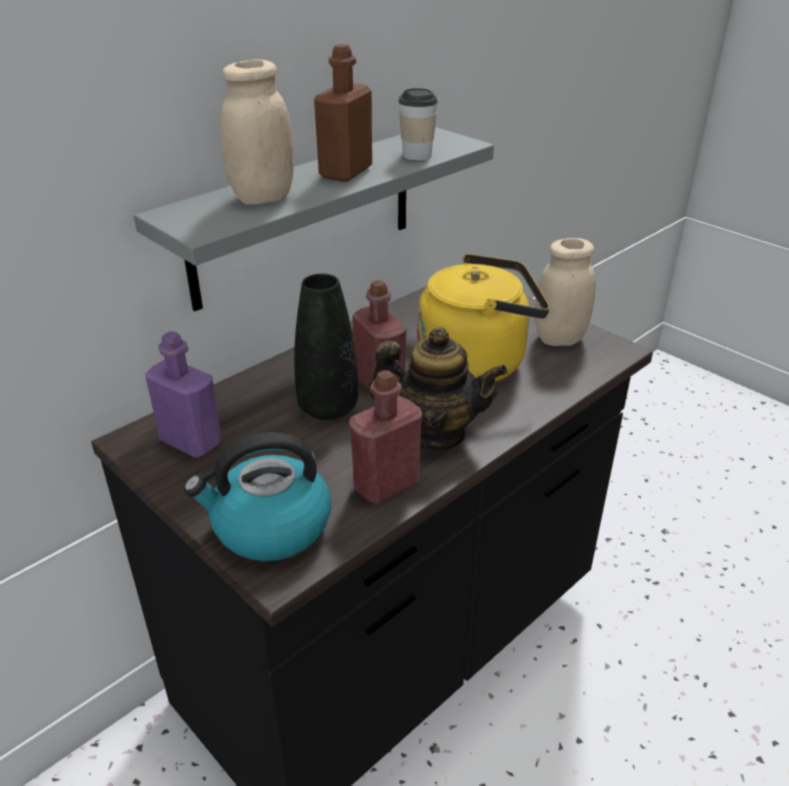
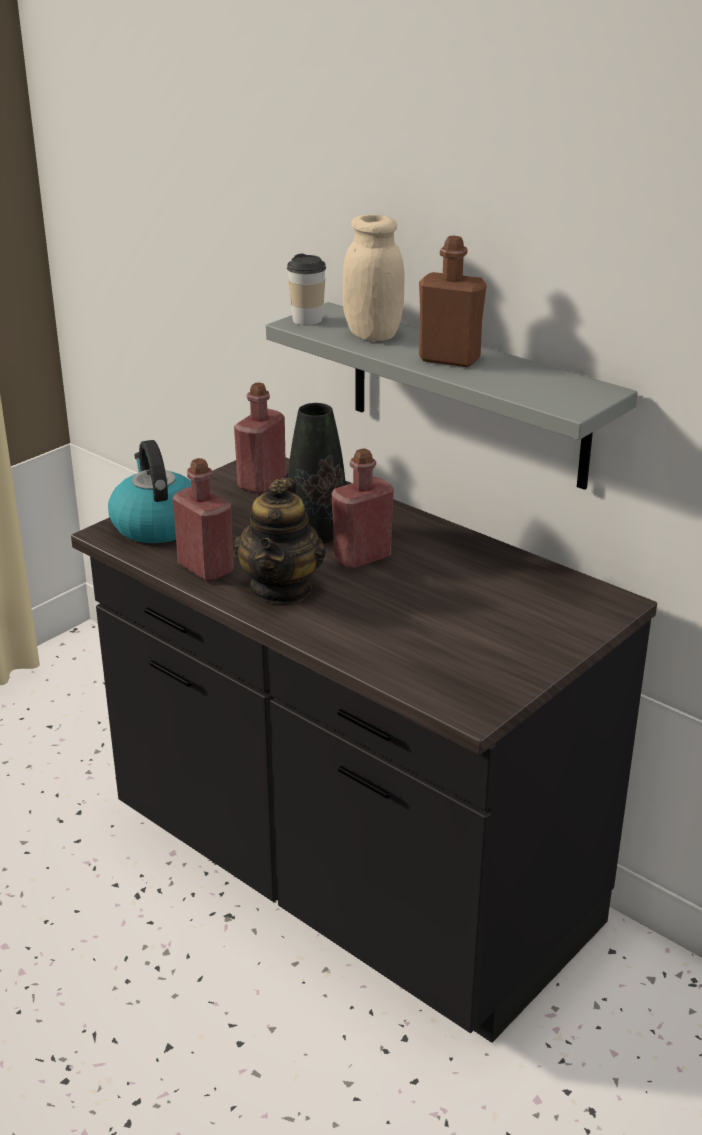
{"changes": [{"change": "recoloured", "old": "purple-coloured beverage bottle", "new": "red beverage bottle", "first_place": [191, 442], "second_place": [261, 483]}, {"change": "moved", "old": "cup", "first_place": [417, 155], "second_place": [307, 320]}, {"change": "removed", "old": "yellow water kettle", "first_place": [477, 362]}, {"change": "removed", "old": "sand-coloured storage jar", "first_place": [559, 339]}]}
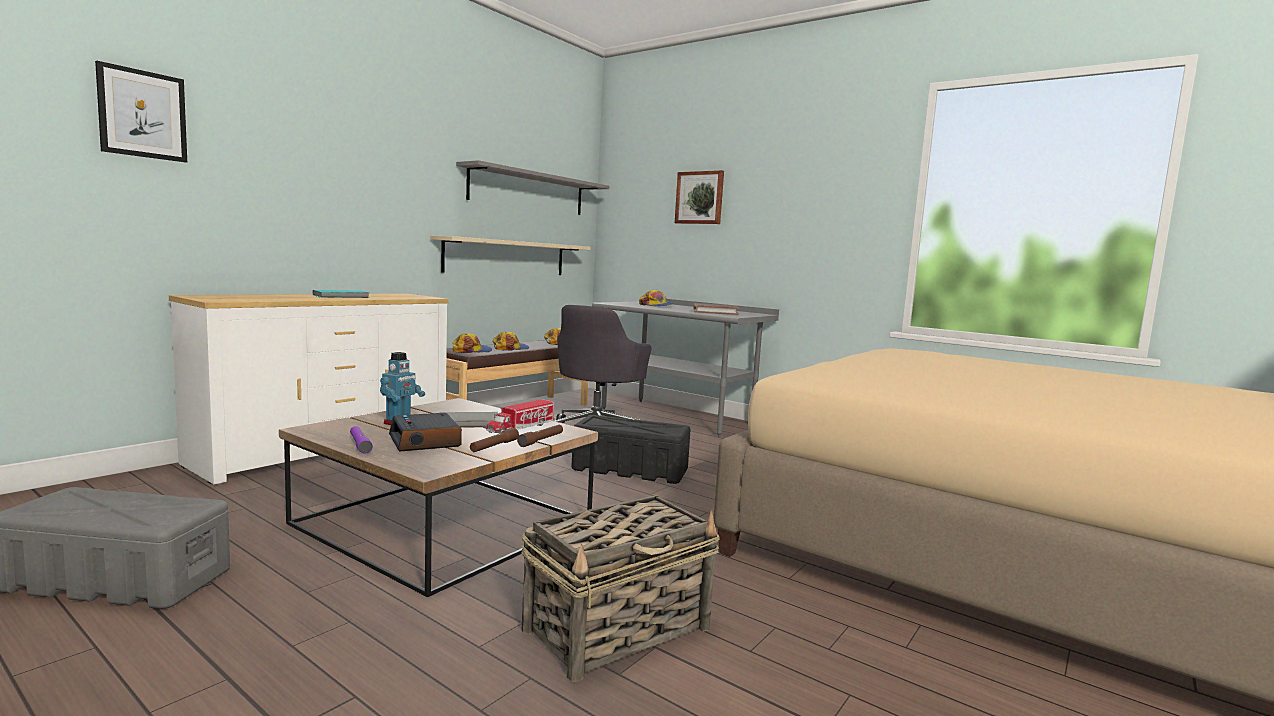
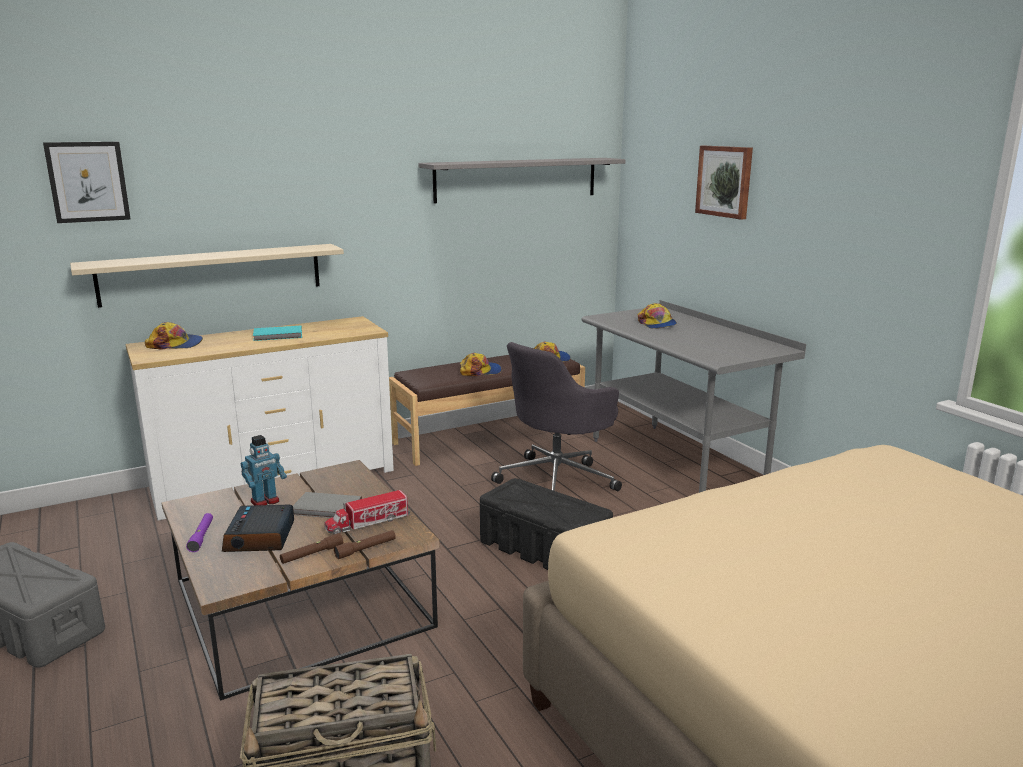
{"changes": [{"change": "moved", "old": "sand-coloured shelf", "first_place": [506, 257], "second_place": [212, 274]}, {"change": "moved", "old": "cap", "first_place": [471, 351], "second_place": [175, 344]}, {"change": "removed", "old": "brown bound book", "first_place": [715, 312]}]}
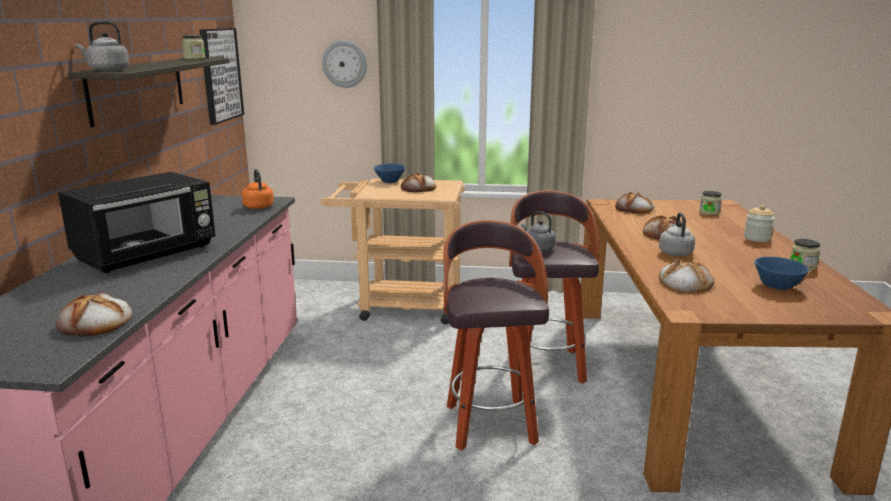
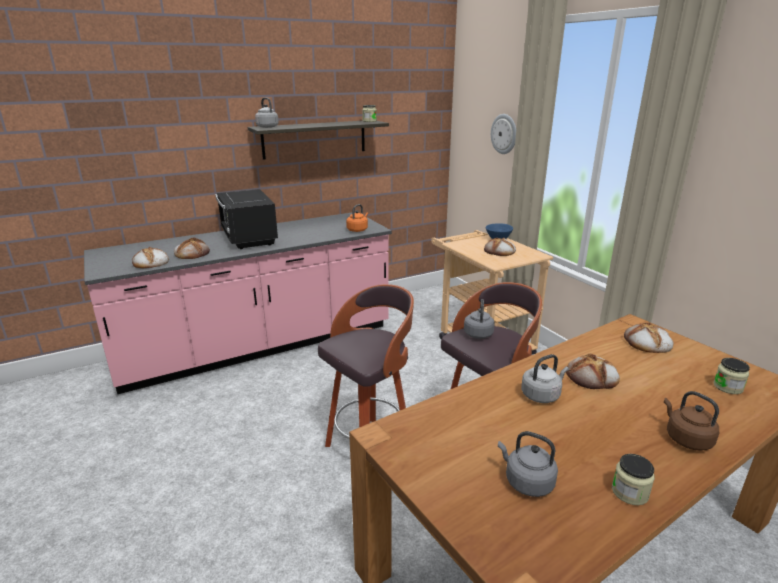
{"changes": [{"change": "turned", "old": "black microwave", "first_place": [148, 254], "second_place": [248, 238], "degrees": 60}, {"change": "removed", "old": "wall art", "first_place": [220, 75]}, {"change": "moved", "old": "bread", "first_place": [685, 283], "second_place": [192, 253]}, {"change": "replaced", "old": "storage jar", "new": "brown water kettle", "first_place": [757, 238], "second_place": [686, 439]}, {"change": "replaced", "old": "blue-coloured bowl", "new": "gray water kettle", "first_place": [778, 286], "second_place": [526, 482]}]}
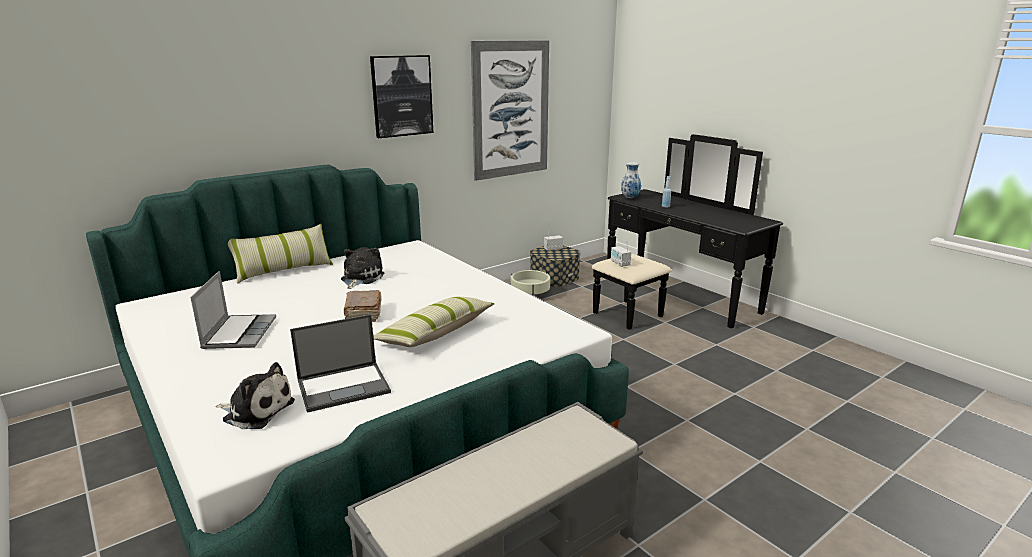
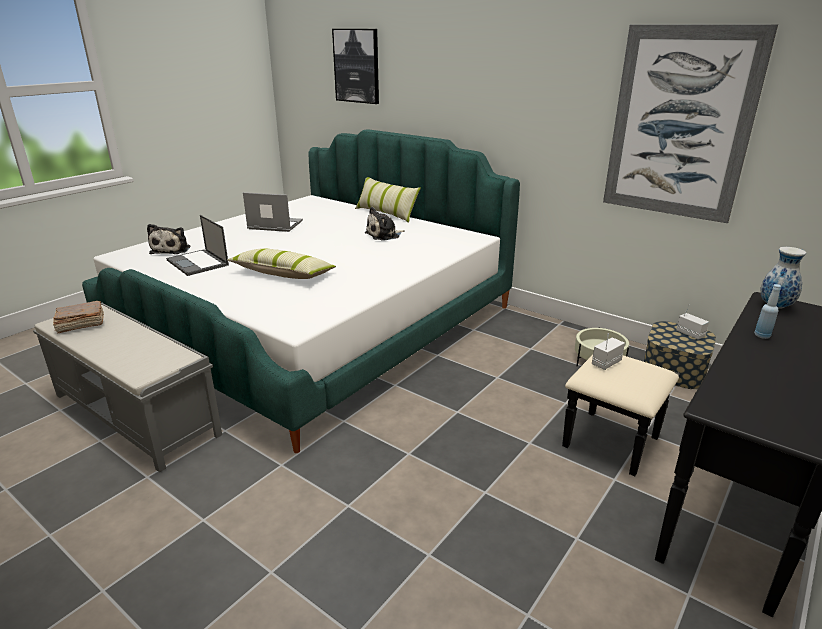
{"changes": [{"change": "turned", "old": "notebook computer", "first_place": [239, 333], "second_place": [274, 225], "degrees": -150}, {"change": "turned", "old": "soft toy", "first_place": [360, 278], "second_place": [384, 235], "degrees": 150}, {"change": "moved", "old": "brown bound book", "first_place": [363, 314], "second_place": [80, 324]}, {"change": "moved", "old": "wall art", "first_place": [401, 96], "second_place": [357, 66]}]}
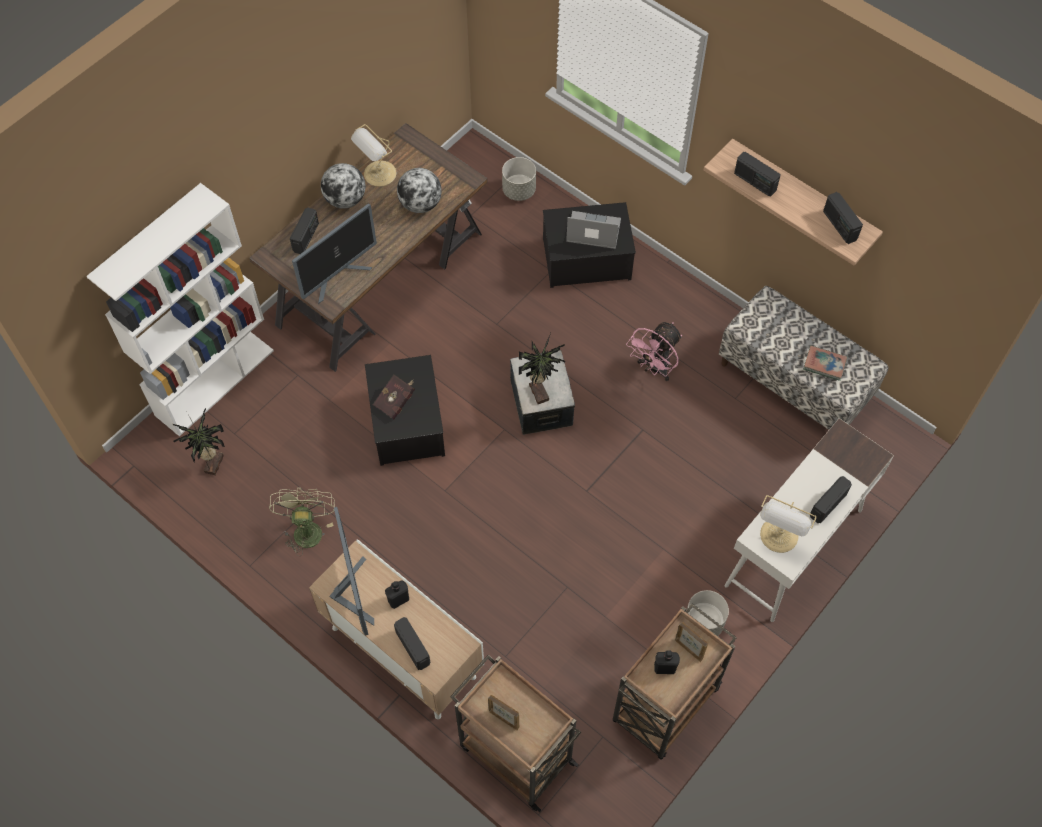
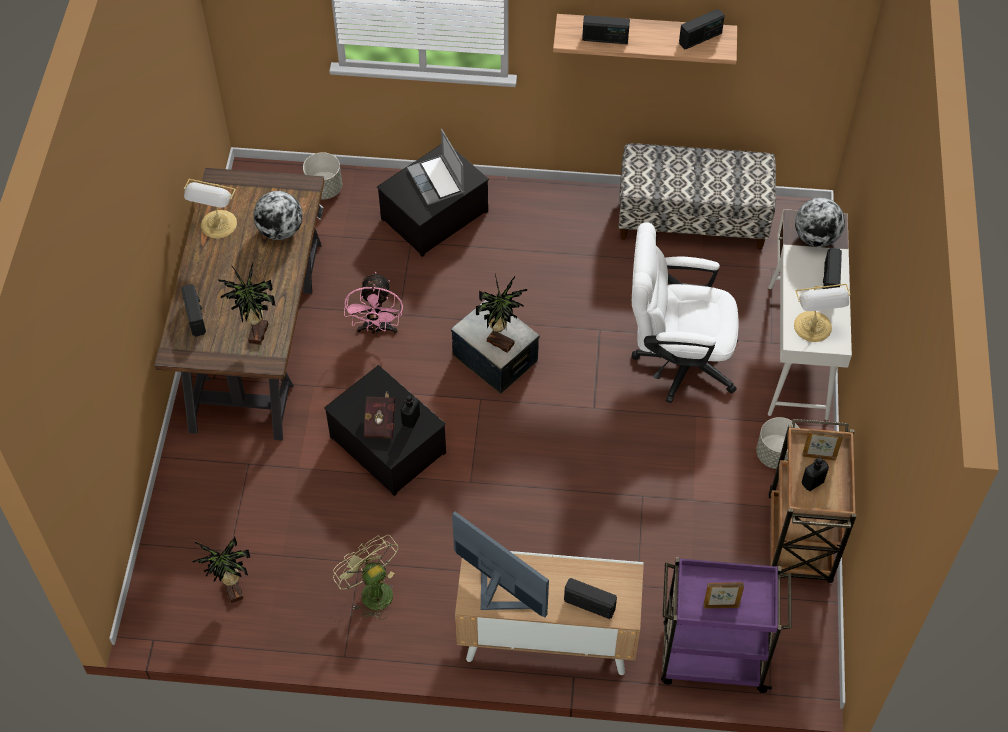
{"changes": [{"change": "removed", "old": "white bookshelf", "first_place": [214, 381]}, {"change": "replaced", "old": "monitor", "new": "plant in a pot", "first_place": [338, 276], "second_place": [256, 333]}, {"change": "moved", "old": "world globe", "first_place": [345, 199], "second_place": [815, 237]}, {"change": "moved", "old": "black beverage bottle", "first_place": [398, 600], "second_place": [411, 419]}, {"change": "recoloured", "old": "brown cart", "new": "purple-coloured cart", "first_place": [515, 753], "second_place": [711, 658]}, {"change": "turned", "old": "notebook computer", "first_place": [592, 232], "second_place": [437, 181], "degrees": -90}, {"change": "moved", "old": "pinkish cooling fan", "first_place": [654, 369], "second_place": [377, 328]}, {"change": "removed", "old": "bound book", "first_place": [824, 364]}, {"change": "turned", "old": "radio set", "first_place": [839, 225], "second_place": [700, 38], "degrees": -60}, {"change": "added", "new": "white office chair", "second_place": [676, 360]}]}
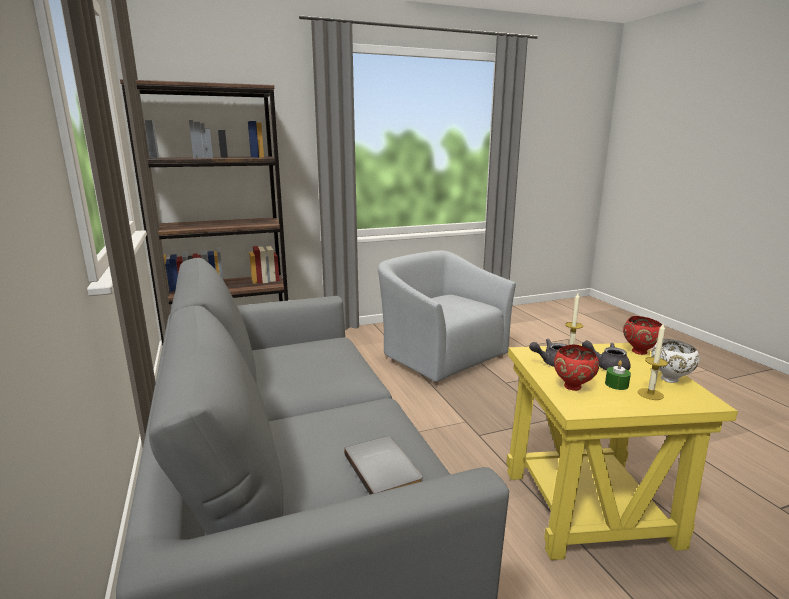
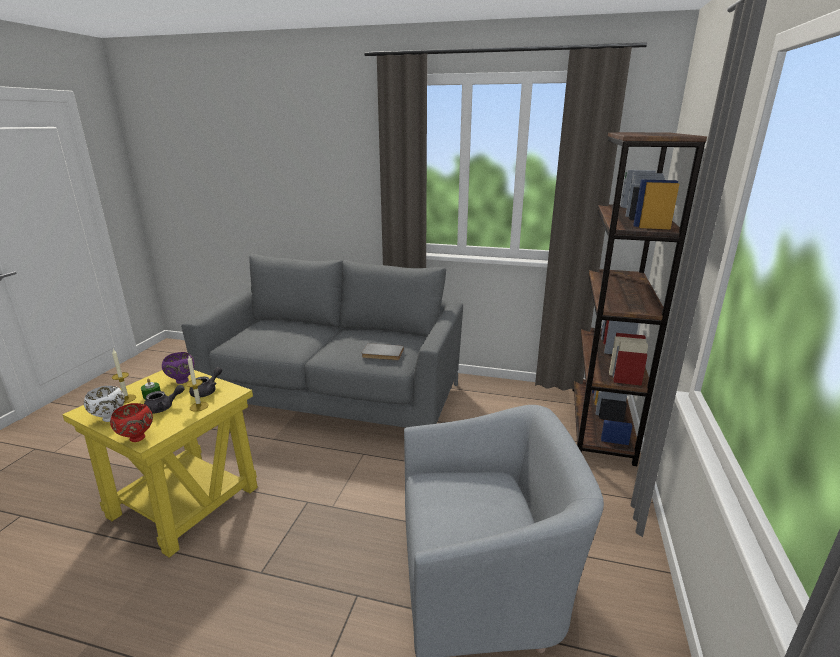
{"changes": [{"change": "moved", "old": "gray bound book", "first_place": [385, 469], "second_place": [382, 354]}, {"change": "recoloured", "old": "red bowl", "new": "purple-coloured bowl", "first_place": [573, 387], "second_place": [181, 380]}]}
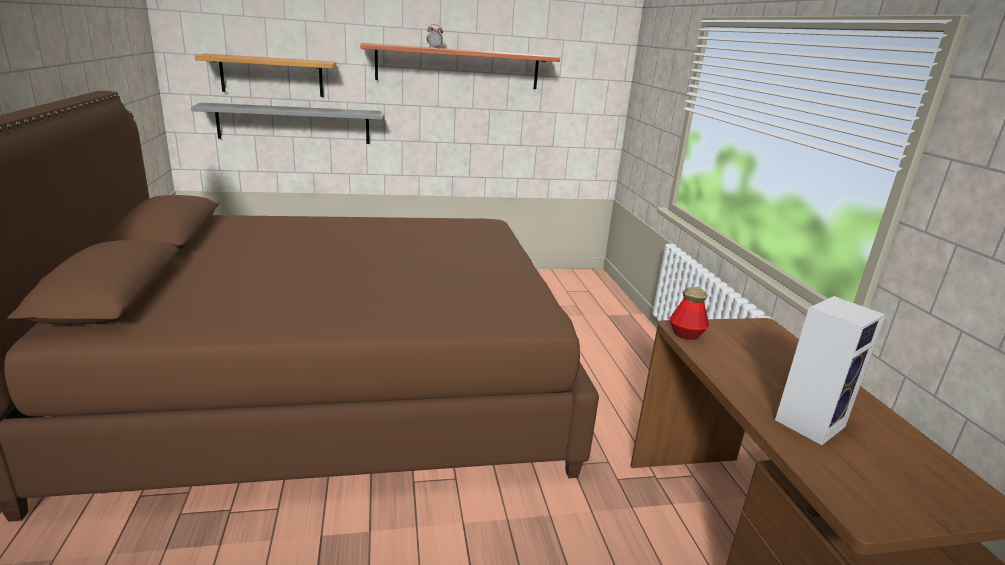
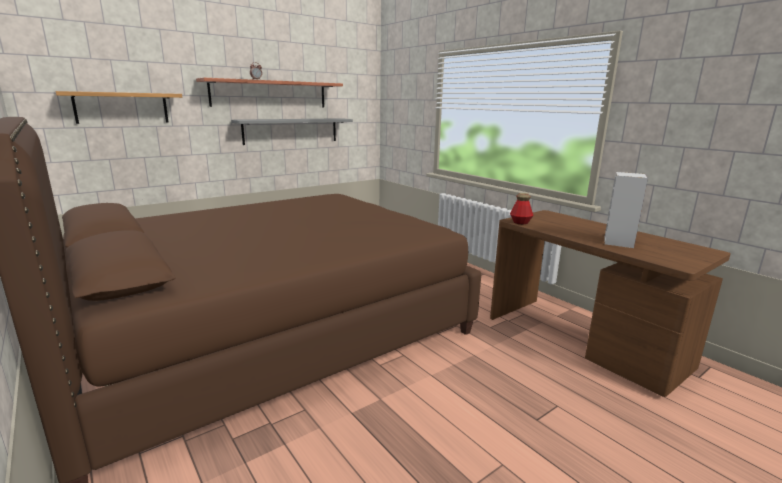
{"changes": [{"change": "moved", "old": "gray shelf", "first_place": [294, 124], "second_place": [291, 131]}]}
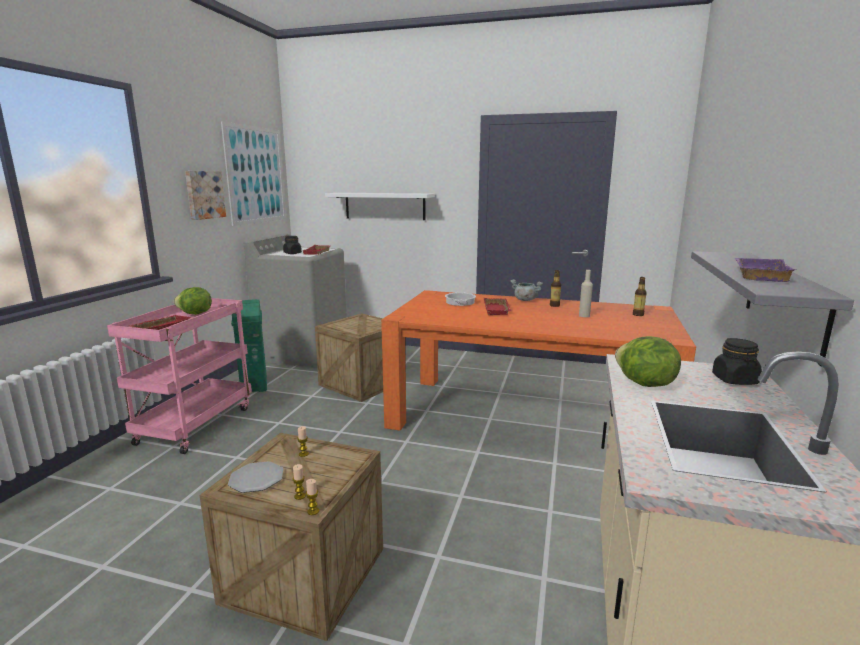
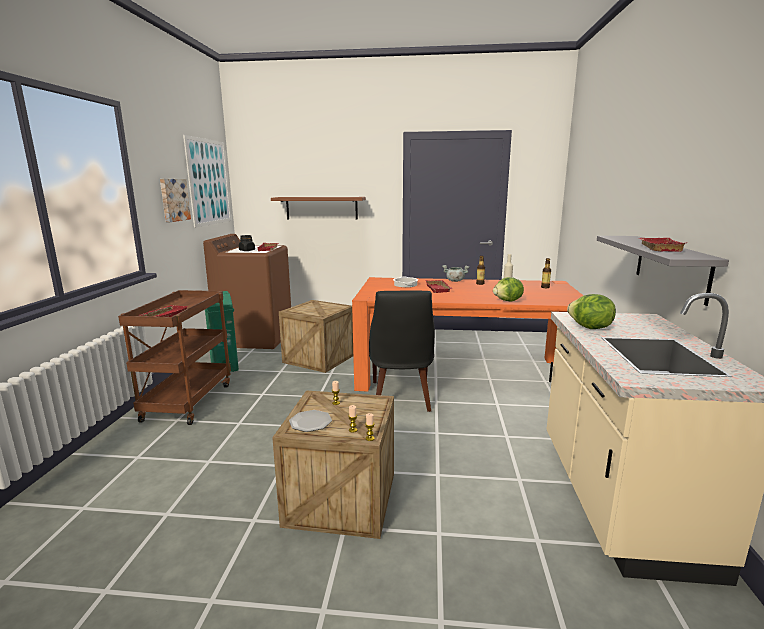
{"changes": [{"change": "recoloured", "old": "pinkish cart", "new": "brown cart", "first_place": [196, 424], "second_place": [188, 401]}, {"change": "moved", "old": "lettuce head", "first_place": [195, 314], "second_place": [508, 301]}, {"change": "recoloured", "old": "gray washing machine", "new": "brown washing machine", "first_place": [303, 353], "second_place": [255, 338]}, {"change": "recoloured", "old": "white shelf", "new": "brown shelf", "first_place": [385, 206], "second_place": [321, 208]}, {"change": "removed", "old": "black storage jar", "first_place": [735, 380]}, {"change": "recoloured", "old": "purple-coloured serving tray", "new": "red serving tray", "first_place": [758, 274], "second_place": [657, 248]}, {"change": "added", "new": "black upright chair", "second_place": [401, 397]}]}
